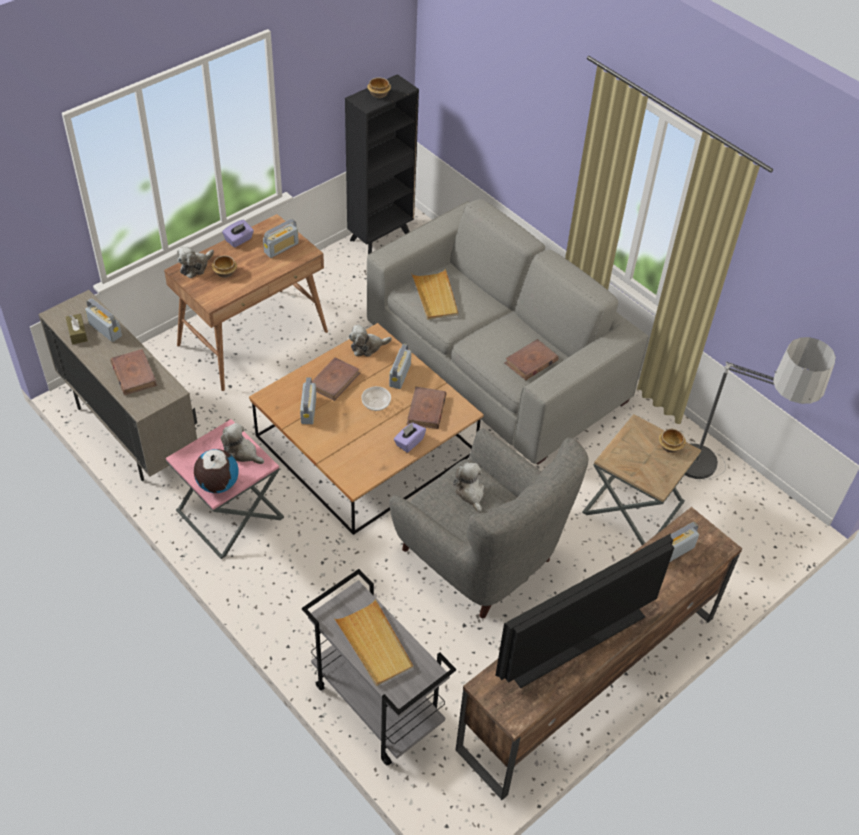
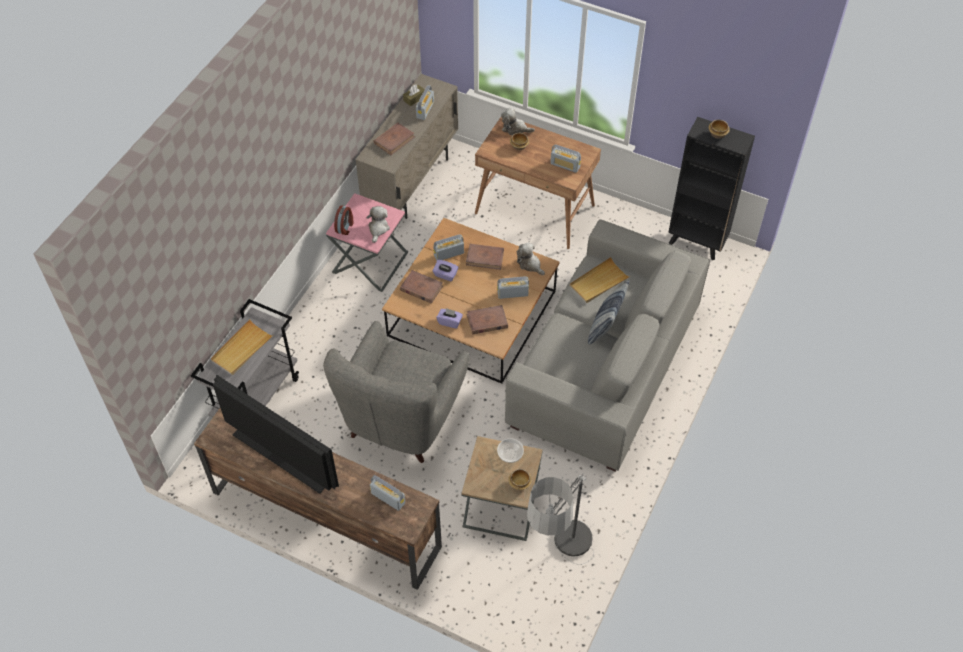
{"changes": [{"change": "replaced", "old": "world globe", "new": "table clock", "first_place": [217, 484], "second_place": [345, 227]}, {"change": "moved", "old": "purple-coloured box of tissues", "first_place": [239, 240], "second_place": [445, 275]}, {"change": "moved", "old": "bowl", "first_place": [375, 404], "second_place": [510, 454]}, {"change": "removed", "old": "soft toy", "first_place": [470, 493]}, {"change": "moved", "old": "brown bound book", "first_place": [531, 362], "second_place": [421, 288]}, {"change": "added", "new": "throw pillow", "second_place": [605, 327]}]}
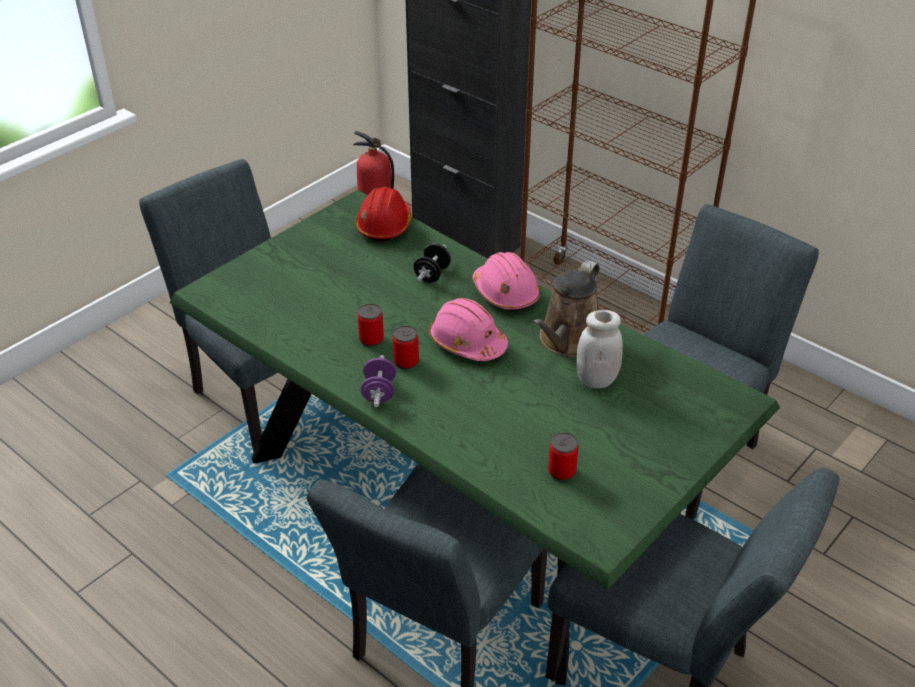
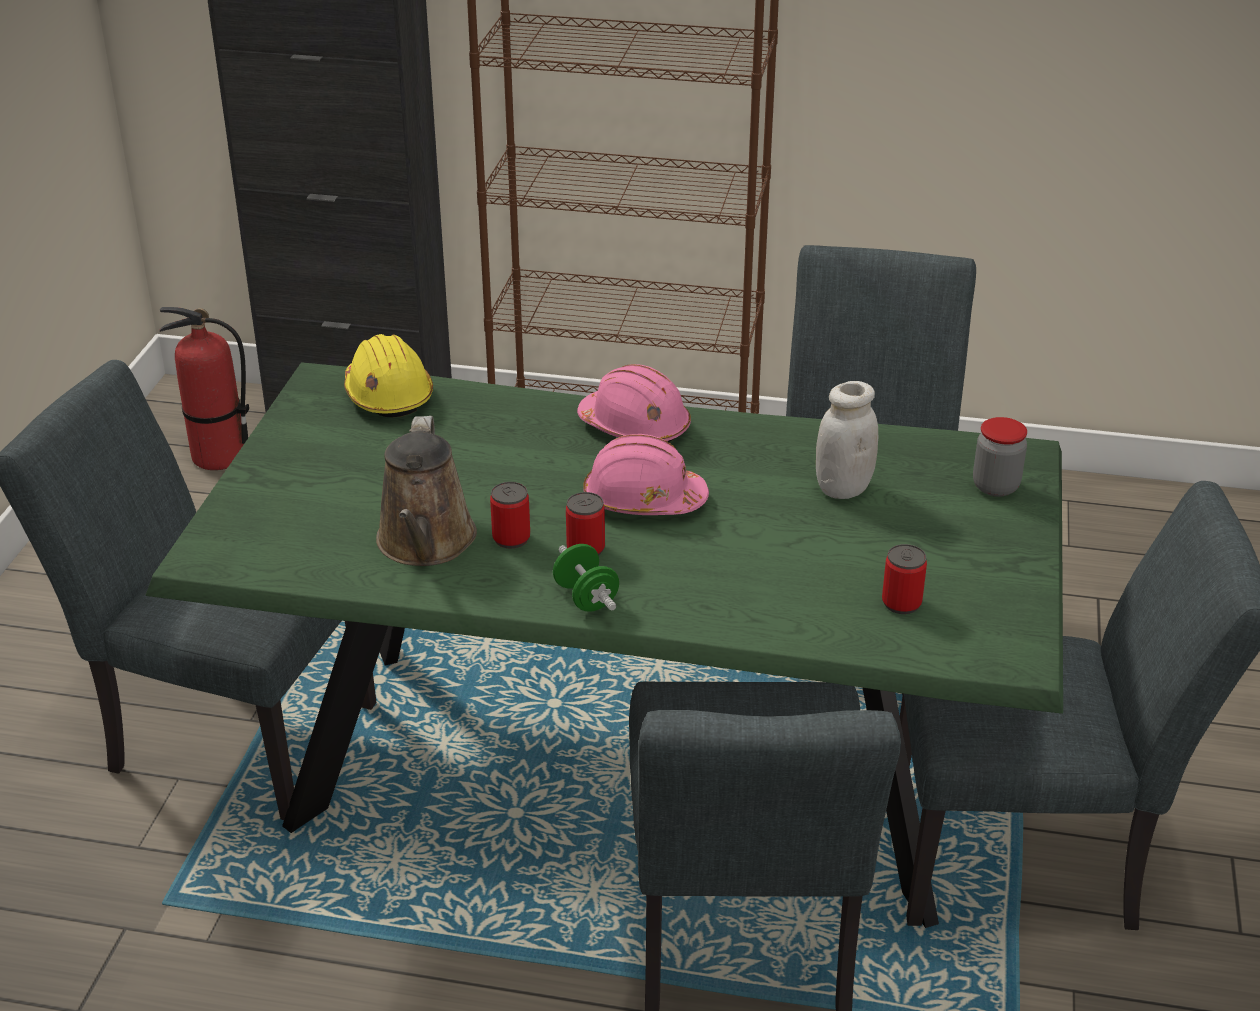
{"changes": [{"change": "recoloured", "old": "red work helmet", "new": "yellow work helmet", "first_place": [384, 225], "second_place": [388, 395]}, {"change": "recoloured", "old": "purple-coloured free weight", "new": "green-coloured free weight", "first_place": [379, 392], "second_place": [586, 597]}, {"change": "removed", "old": "black free weight", "first_place": [432, 274]}, {"change": "moved", "old": "brown watering pot", "first_place": [568, 341], "second_place": [425, 543]}, {"change": "added", "new": "storage jar", "second_place": [995, 486]}]}
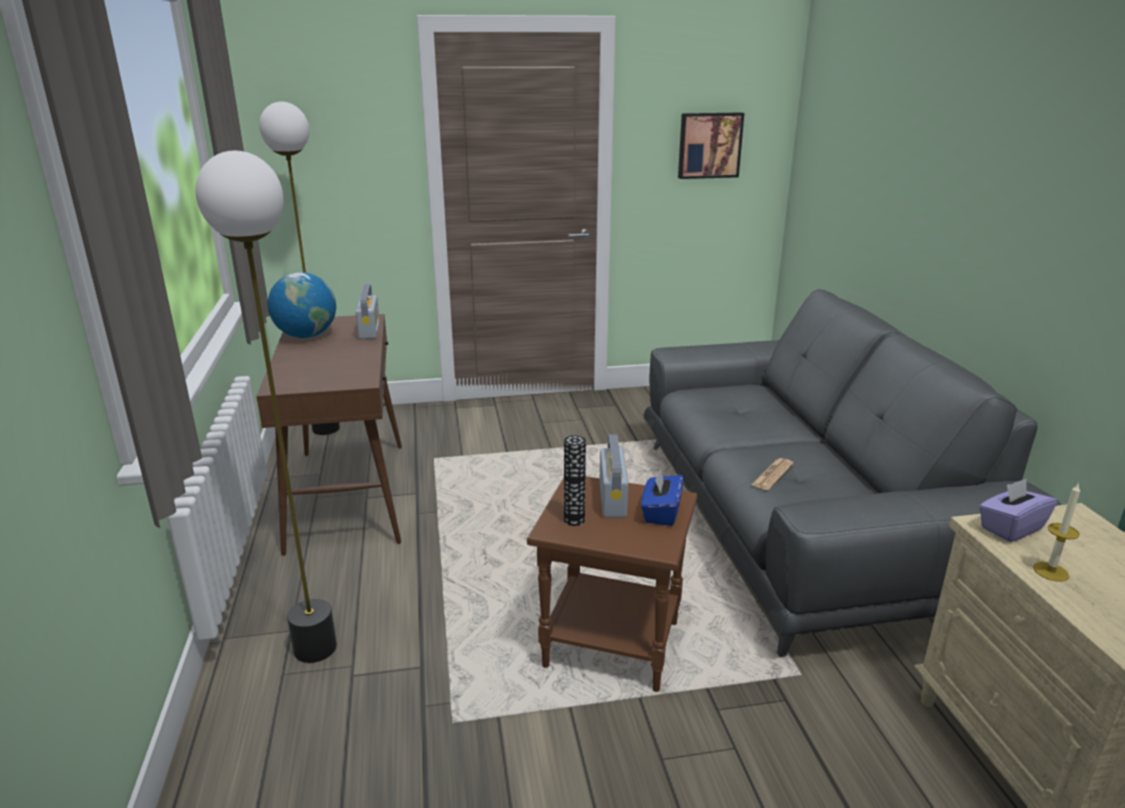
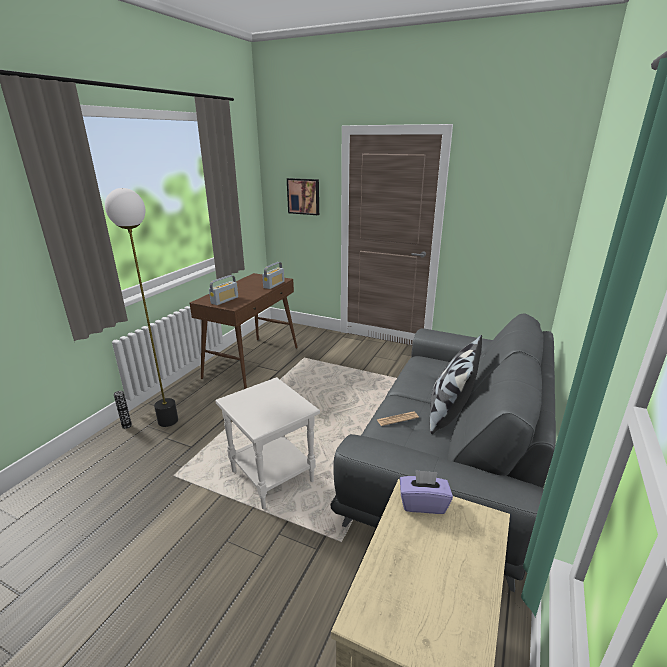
{"changes": [{"change": "removed", "old": "standing lamp", "first_place": [326, 428]}, {"change": "removed", "old": "world globe", "first_place": [306, 335]}, {"change": "recoloured", "old": "brown end table", "new": "white end table", "first_place": [614, 643], "second_place": [273, 476]}, {"change": "moved", "old": "vase", "first_place": [574, 520], "second_place": [127, 426]}, {"change": "moved", "old": "radio set", "first_place": [612, 498], "second_place": [225, 300]}, {"change": "removed", "old": "blue-coloured box of tissues", "first_place": [661, 513]}, {"change": "moved", "old": "wall art", "first_place": [709, 145], "second_place": [304, 196]}, {"change": "removed", "old": "wax candle", "first_place": [1050, 571]}, {"change": "added", "new": "throw pillow", "second_place": [449, 414]}]}
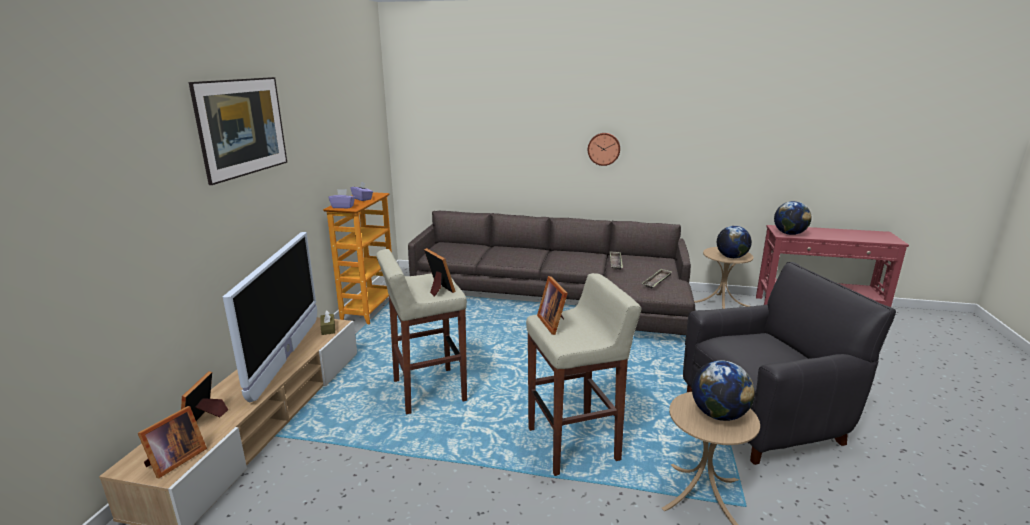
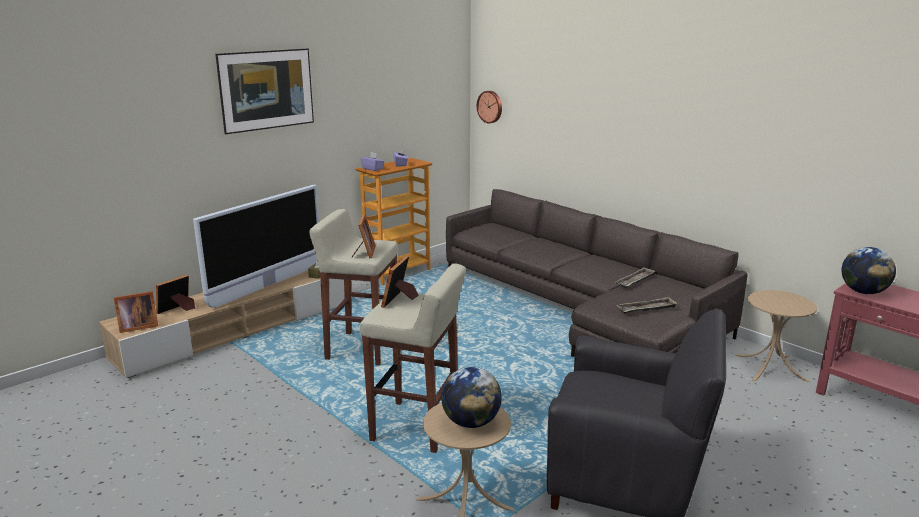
{"changes": [{"change": "moved", "old": "hanging clock", "first_place": [604, 149], "second_place": [490, 106]}, {"change": "removed", "old": "world globe", "first_place": [731, 257]}]}
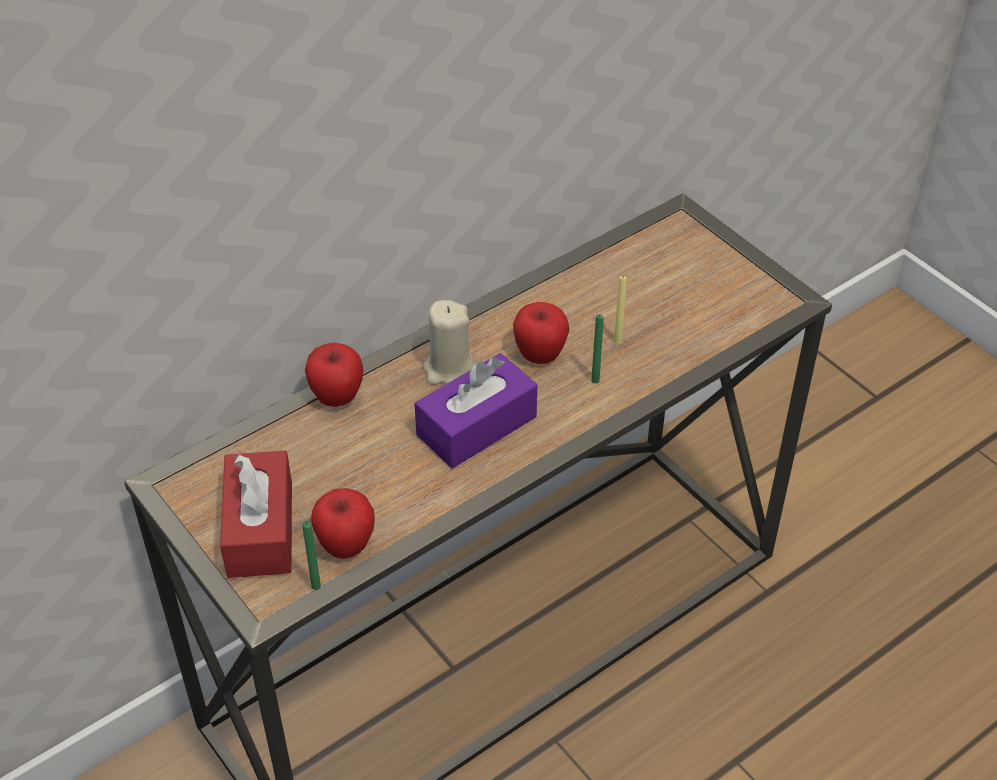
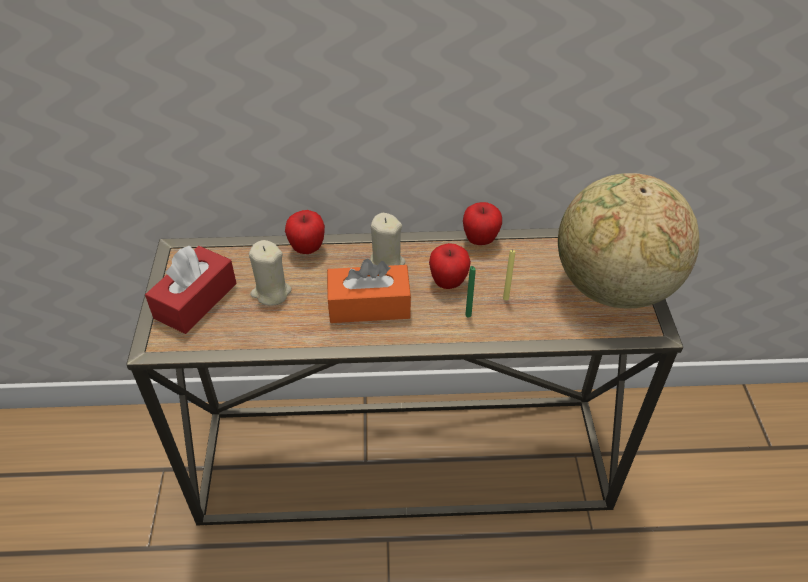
{"changes": [{"change": "removed", "old": "green-coloured wax candle", "first_place": [316, 586]}, {"change": "moved", "old": "apple fruit", "first_place": [346, 545], "second_place": [480, 240]}, {"change": "recoloured", "old": "purple-coloured box of tissues", "new": "orangey box of tissues", "first_place": [476, 426], "second_place": [369, 305]}, {"change": "added", "new": "sand-coloured wax candle", "second_place": [271, 292]}, {"change": "added", "new": "world globe", "second_place": [612, 288]}]}
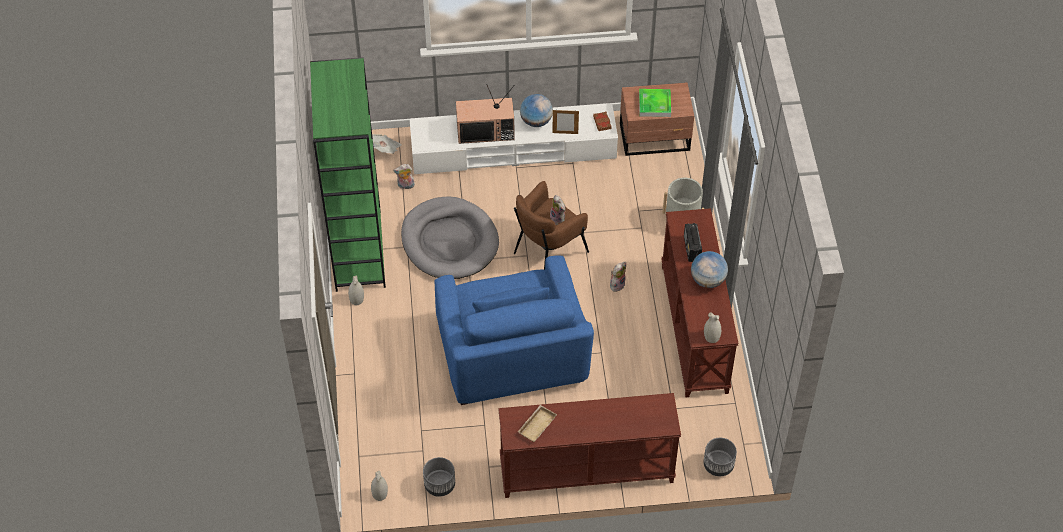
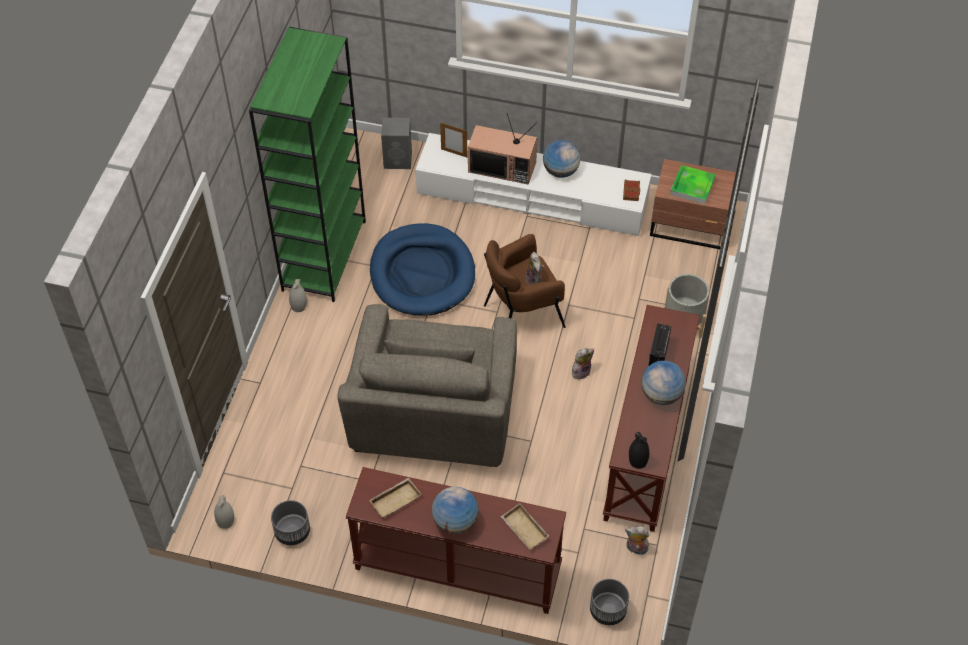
{"changes": [{"change": "replaced", "old": "newspaper", "new": "gray loudspeaker", "first_place": [384, 149], "second_place": [398, 160]}, {"change": "moved", "old": "soft toy", "first_place": [405, 186], "second_place": [636, 549]}, {"change": "recoloured", "old": "gray dog cushion", "new": "blue-coloured dog cushion", "first_place": [449, 241], "second_place": [422, 273]}, {"change": "recoloured", "old": "blue-coloured armchair", "new": "gray armchair", "first_place": [512, 355], "second_place": [433, 414]}, {"change": "moved", "old": "picture frame", "first_place": [565, 133], "second_place": [454, 153]}, {"change": "recoloured", "old": "white vase", "new": "black vase", "first_place": [711, 337], "second_place": [637, 461]}, {"change": "added", "new": "world globe", "second_place": [455, 521]}, {"change": "added", "new": "sand-coloured serving tray", "second_place": [523, 529]}]}
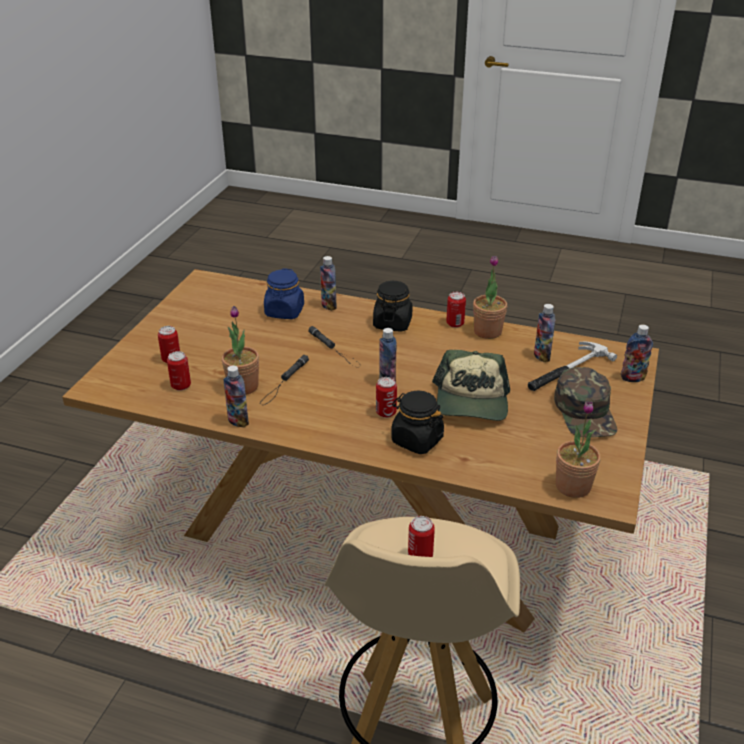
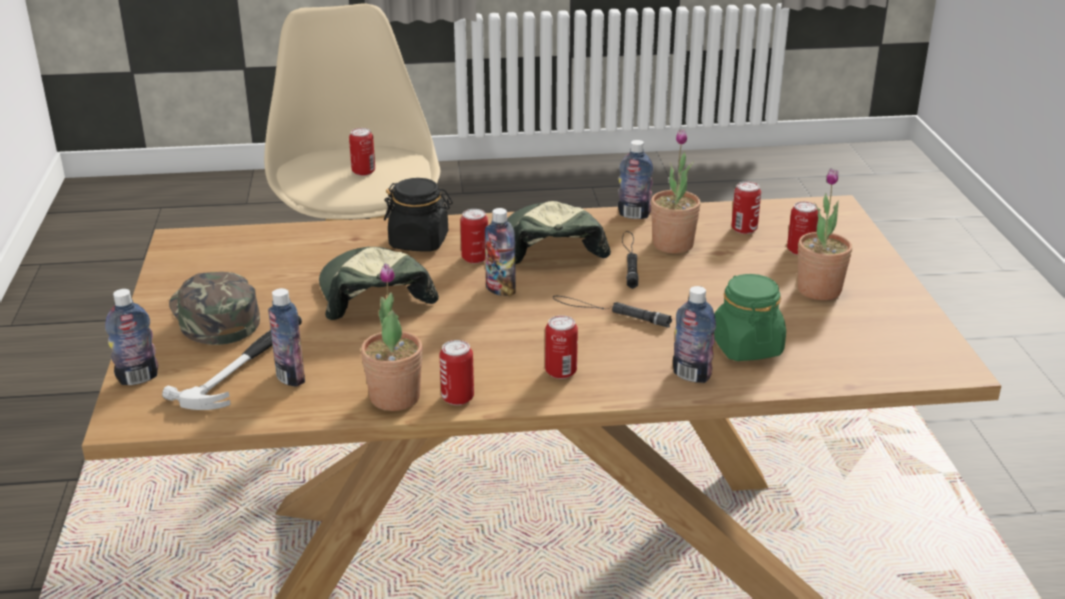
{"changes": [{"change": "recoloured", "old": "blue-coloured storage jar", "new": "green-coloured storage jar", "first_place": [284, 312], "second_place": [746, 347]}, {"change": "replaced", "old": "black storage jar", "new": "can", "first_place": [392, 323], "second_place": [561, 372]}, {"change": "moved", "old": "plant in a pot", "first_place": [573, 486], "second_place": [819, 290]}, {"change": "added", "new": "cap", "second_place": [550, 245]}]}
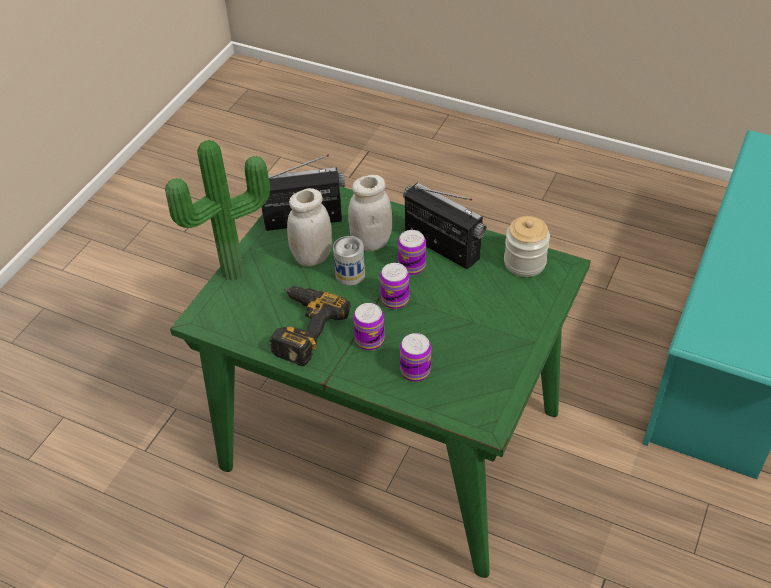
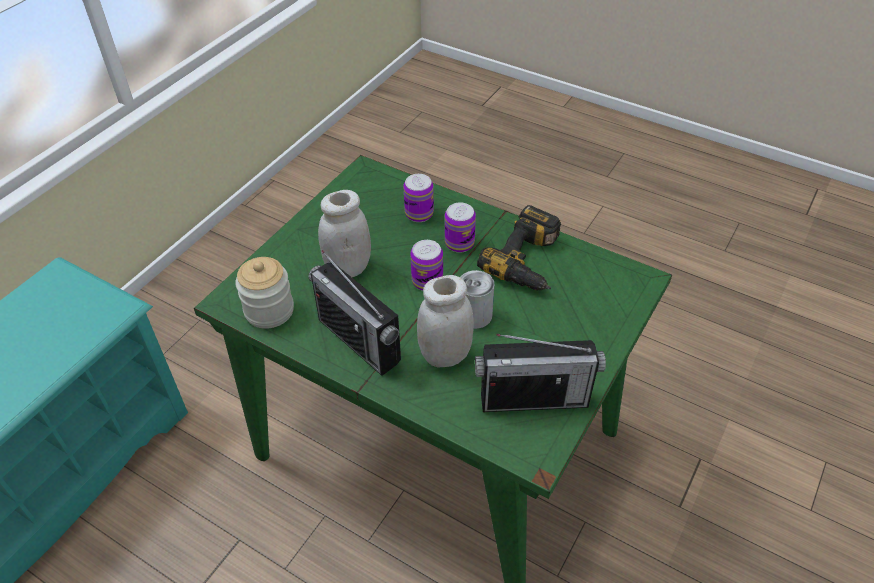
{"changes": [{"change": "removed", "old": "plant in a pot", "first_place": [236, 274]}, {"change": "moved", "old": "white storage jar", "first_place": [312, 257], "second_place": [348, 268]}, {"change": "removed", "old": "can", "first_place": [412, 266]}]}
